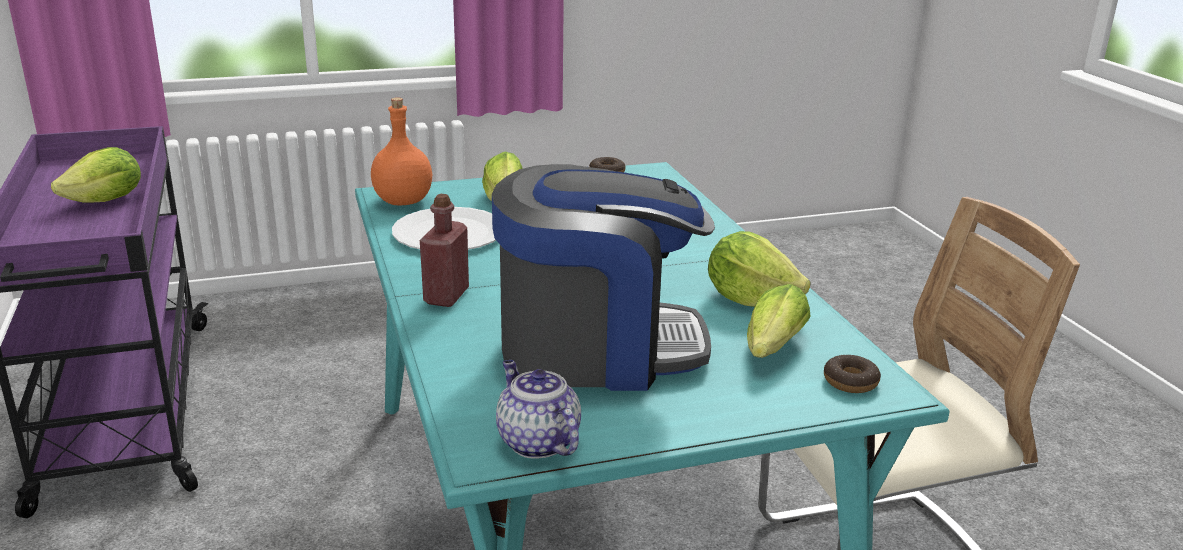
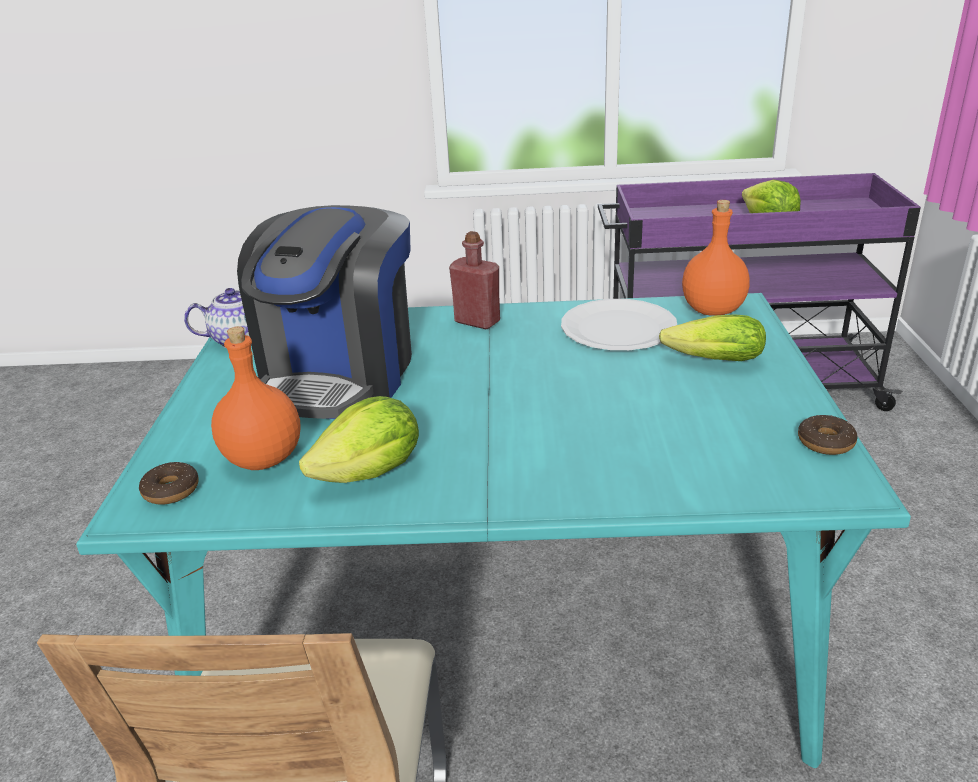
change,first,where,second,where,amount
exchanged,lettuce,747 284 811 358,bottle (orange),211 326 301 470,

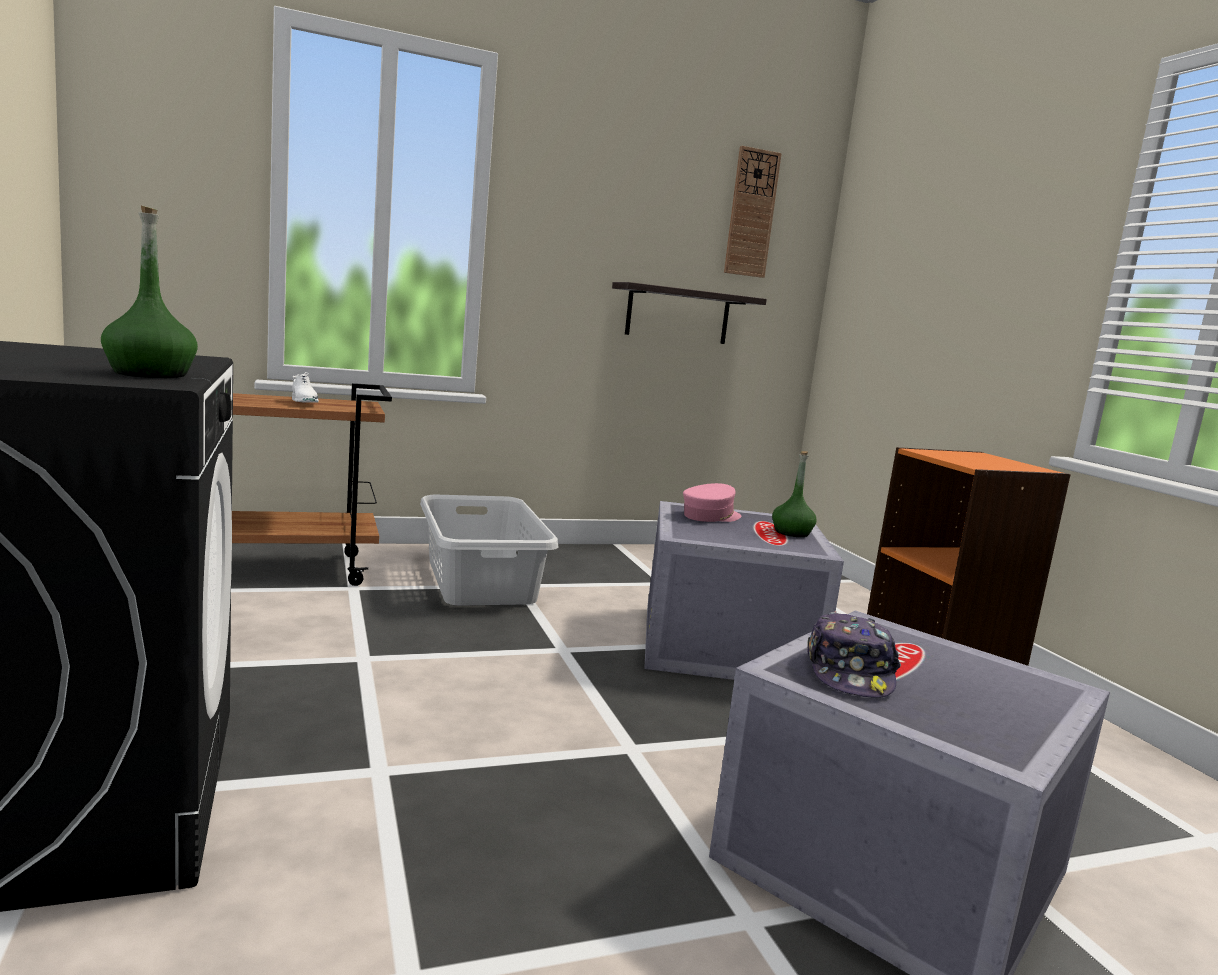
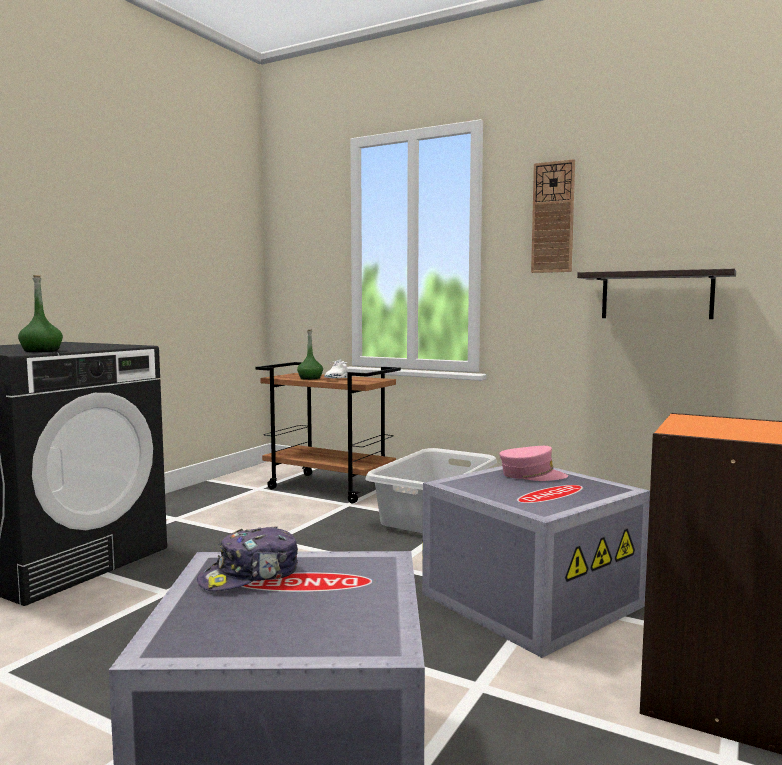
change,first,where,second,where,amount
relocated,wall clock,724 146 782 278,,531 159 575 273,
relocated,bottle (green),772 451 816 537,,297 329 323 380,

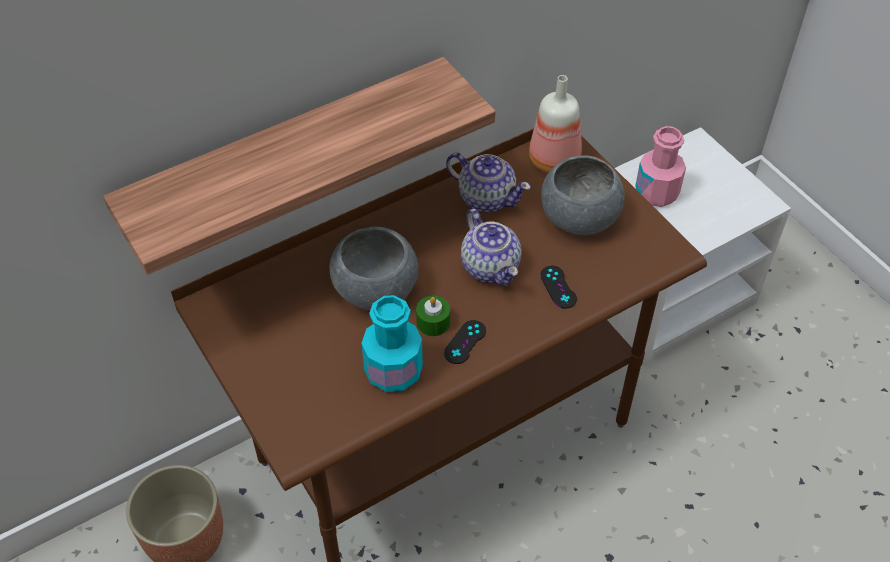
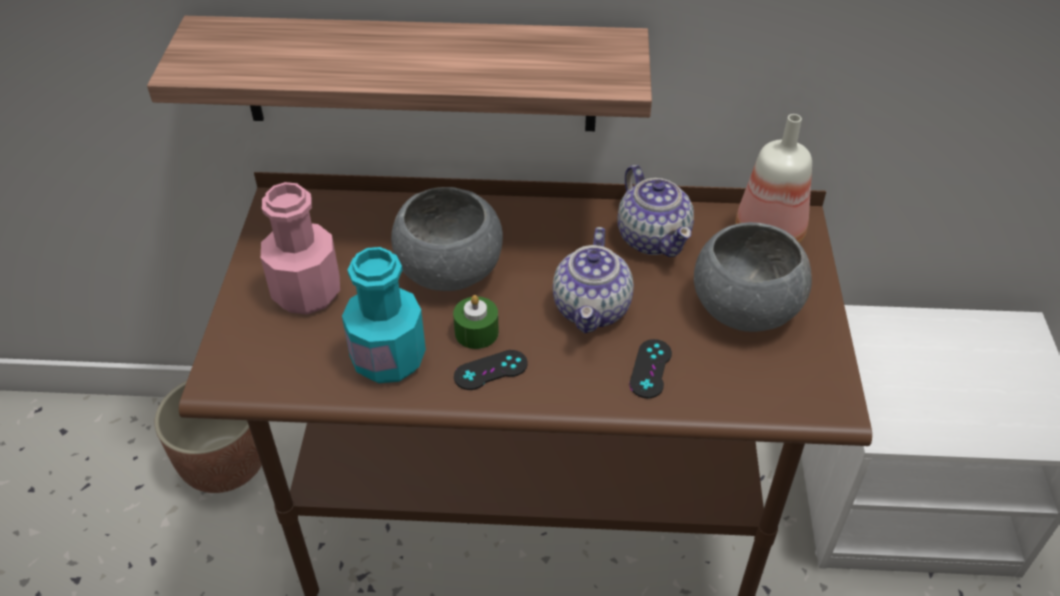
change,first,where,second,where,amount
relocated,bottle (pink),635 126 686 207,,261 182 340 315,

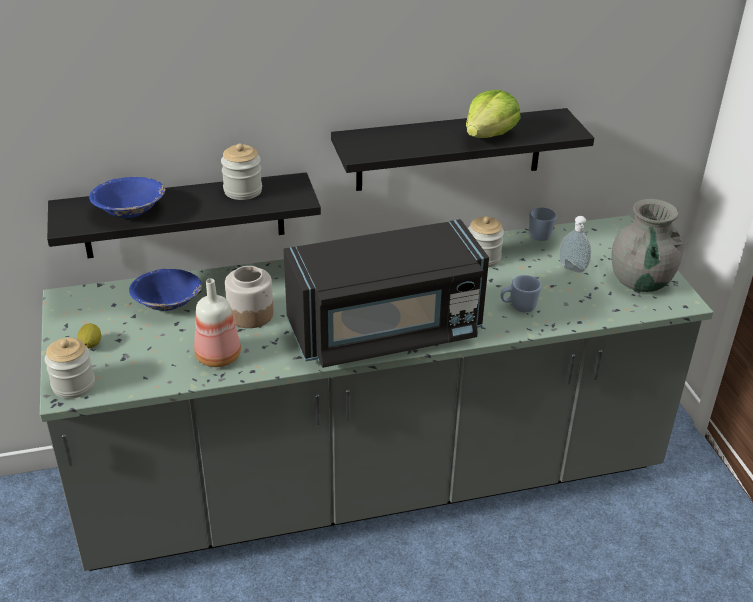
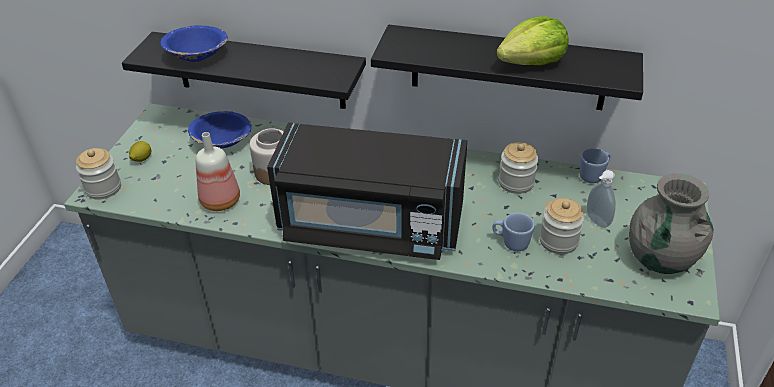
change,first,where,second,where,amount
relocated,jar,221 143 262 200,,540 198 584 254,

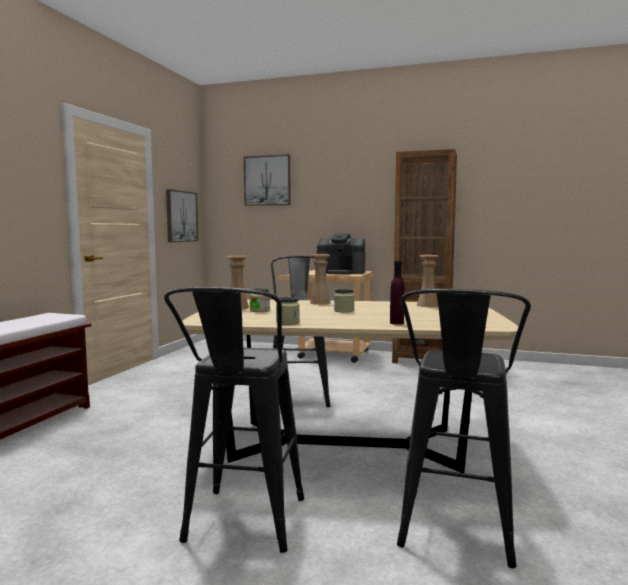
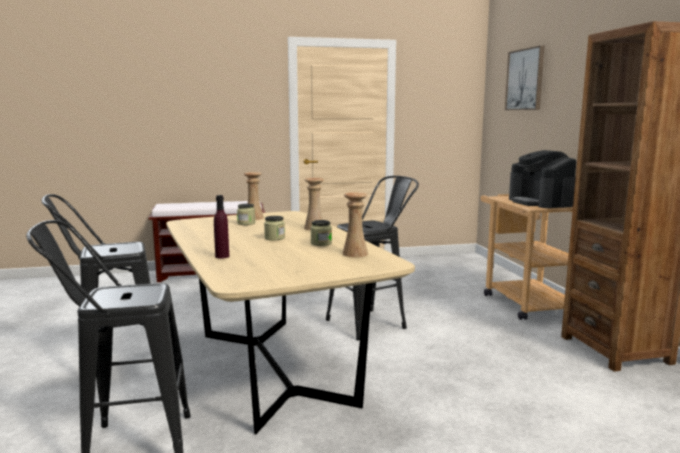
change,first,where,second,where,amount
missing,picture,166 189 198 242,,,
relocated,jar,276 297 299 325,,310 220 332 246,

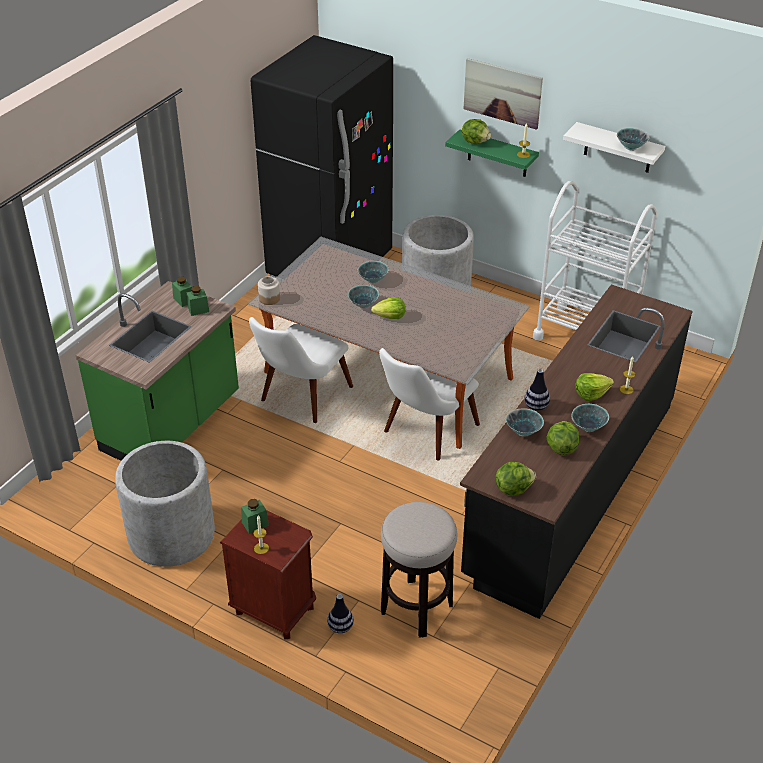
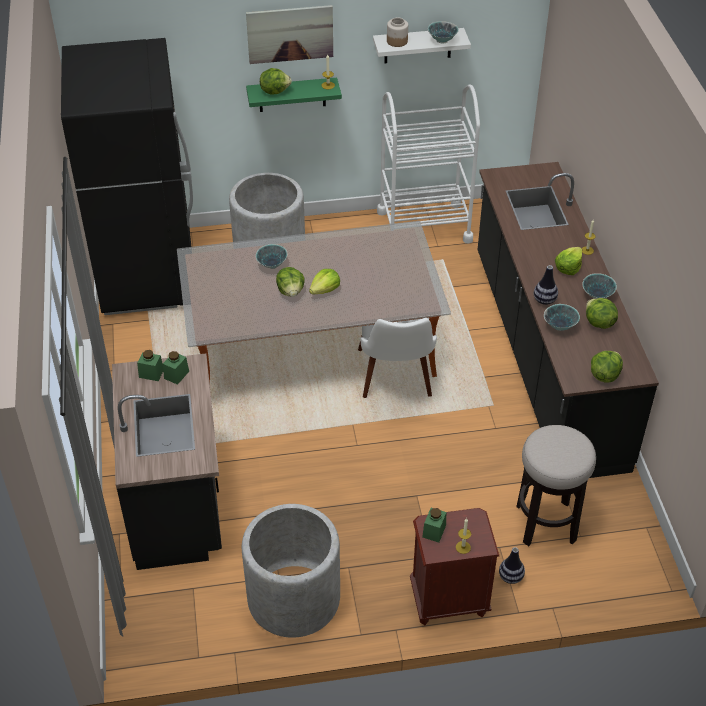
change,first,where,second,where,amount
colour,counter (green),76 281 239 461,counter (black),112 354 222 570,
missing,chair (white),249 317 353 423,,,
relocated,jar,258 276 280 305,,387 18 408 47,
exchanged,bowl,348 285 379 308,lettuce,276 267 305 297,

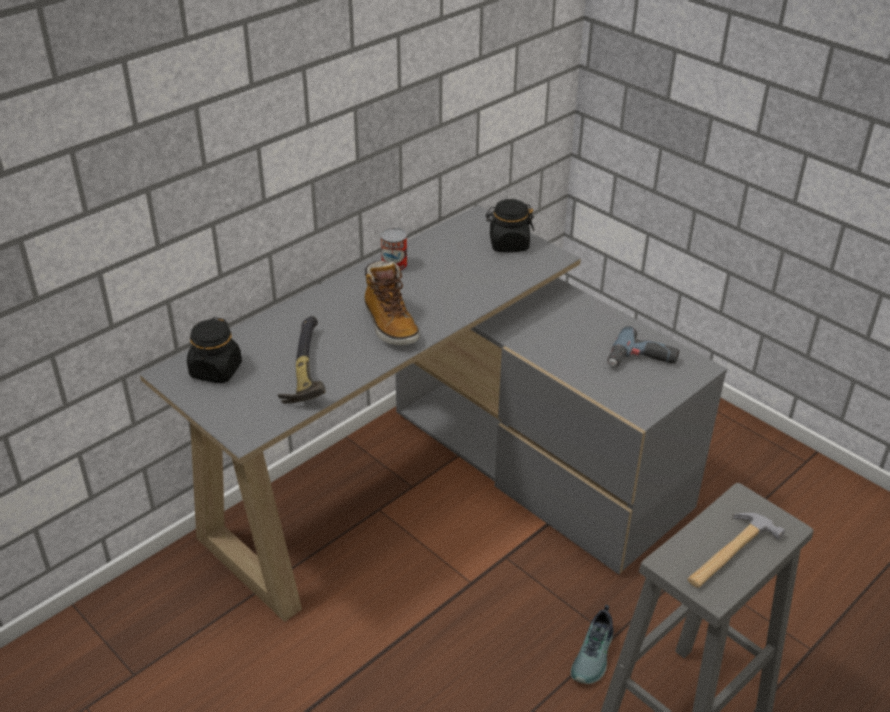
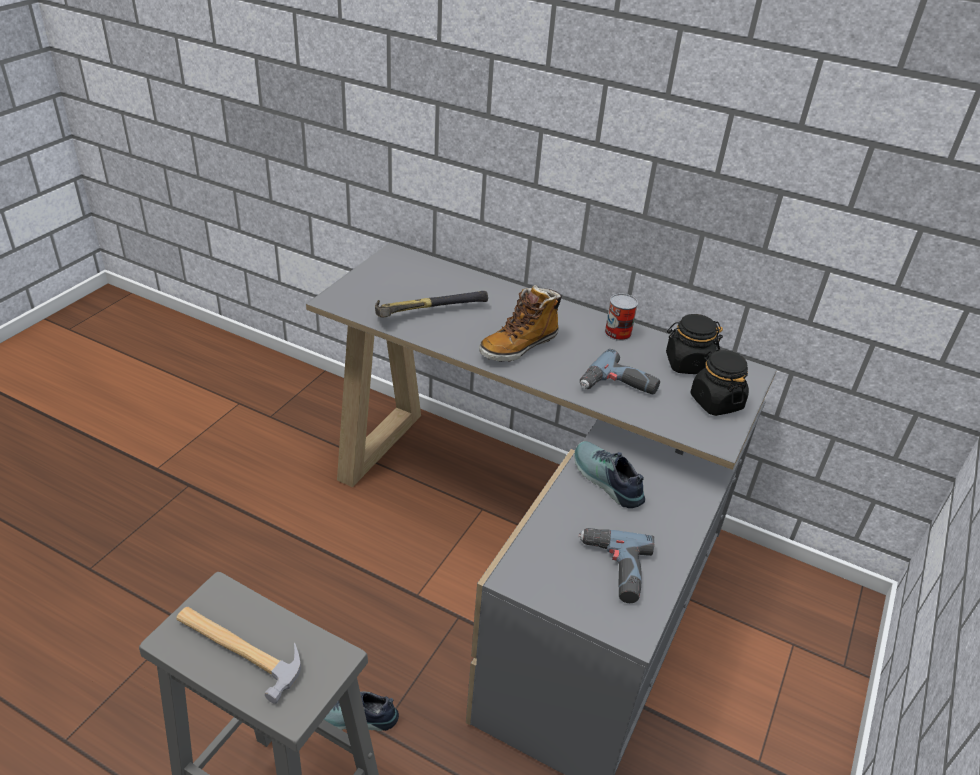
change,first,where,second,where,amount
relocated,jar (black),187 317 242 383,,666 314 723 374,
appeared,,,shoe,574 441 645 508,
appeared,,,power drill,580 349 660 395,

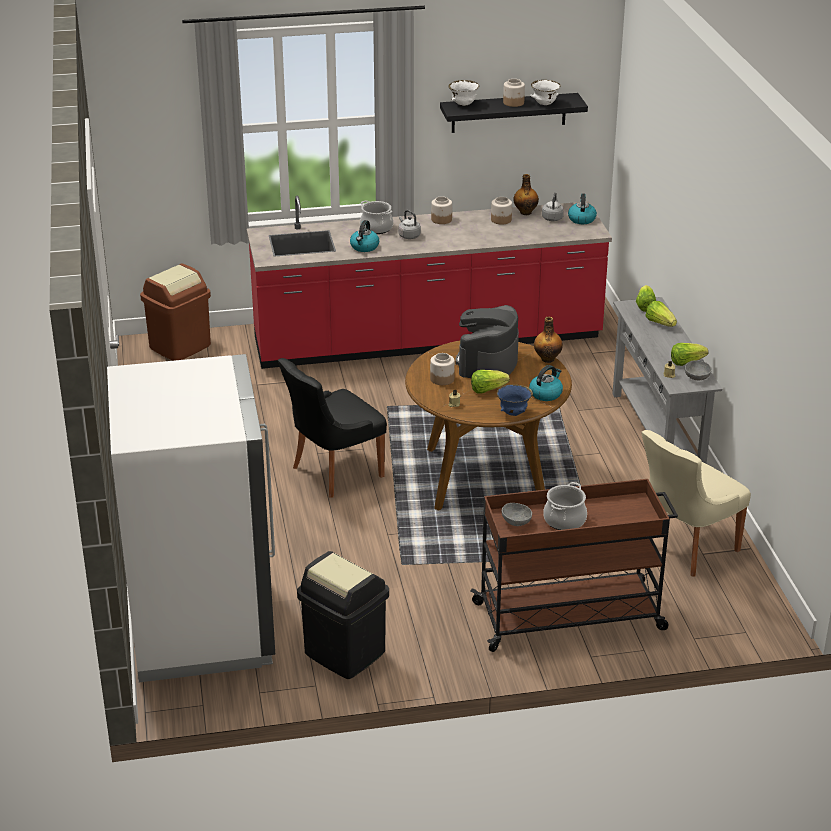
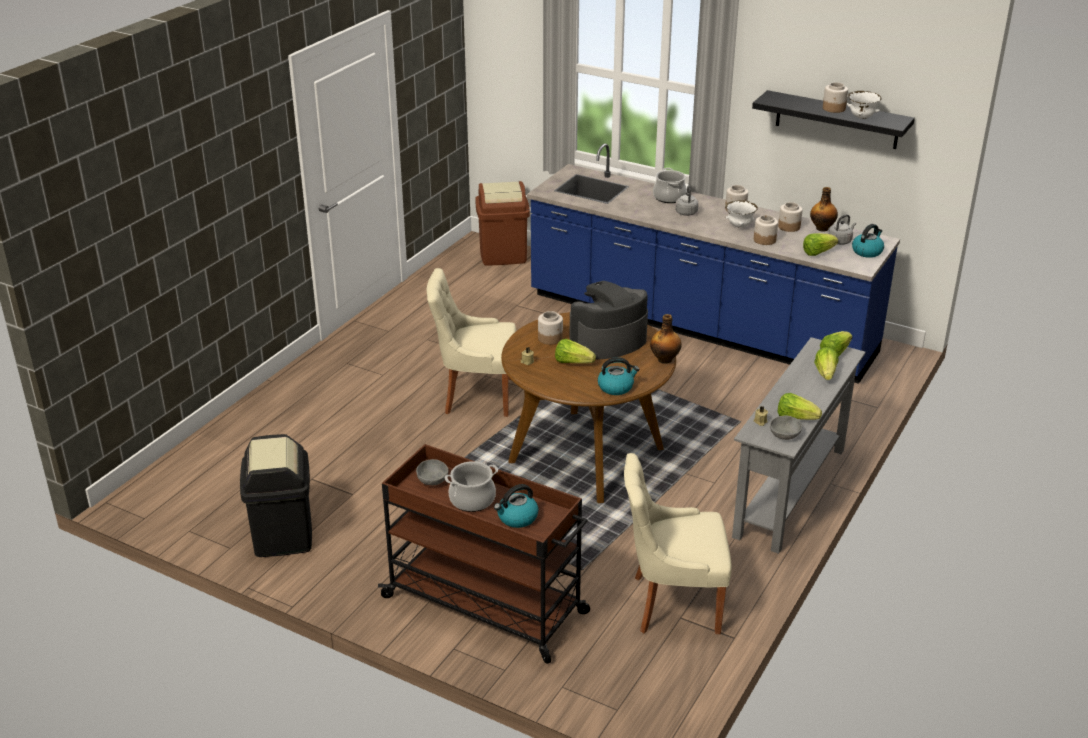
change,first,where,second,where,amount
missing,fridge (white),107 354 275 682,,,
colour,counter (red),247 195 612 369,counter (blue),527 143 900 384,
colour,chair (black),278 358 387 498,chair (beige),427 268 516 417,
relocated,kettle,350 220 379 252,,494 484 539 528,
relocated,bowl (white),448 80 479 106,,725 200 758 228,
missing,bowl (blue),497 384 533 416,,,
appeared,,,jar,754 215 778 245,
appeared,,,lettuce,803 233 838 256,

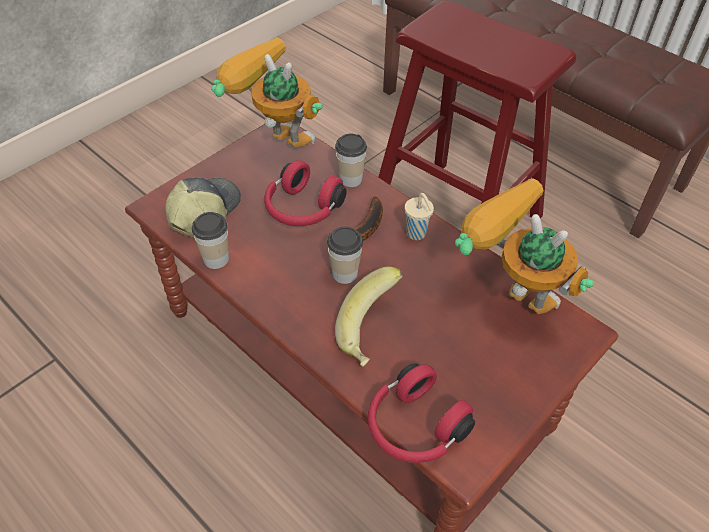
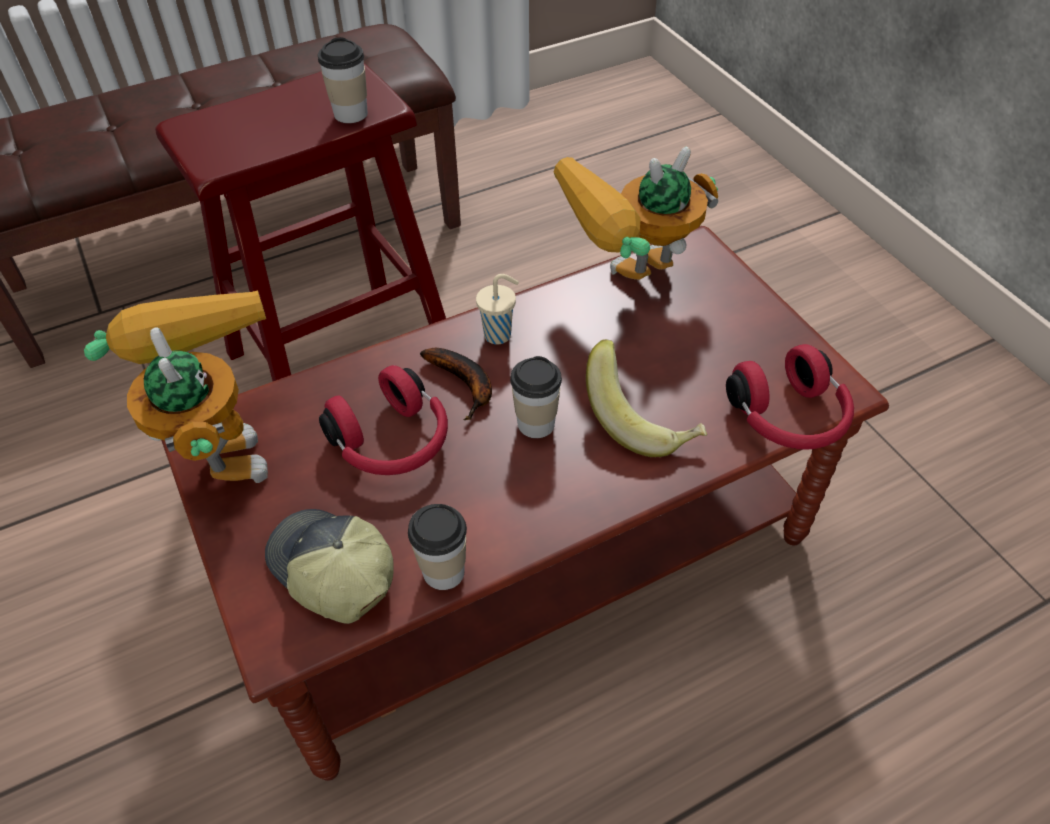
change,first,where,second,where,amount
spun,toy robot,211 37 323 147,,84 290 268 483,105 degrees clockwise
relocated,cup,335 133 367 187,,318 37 368 123,

